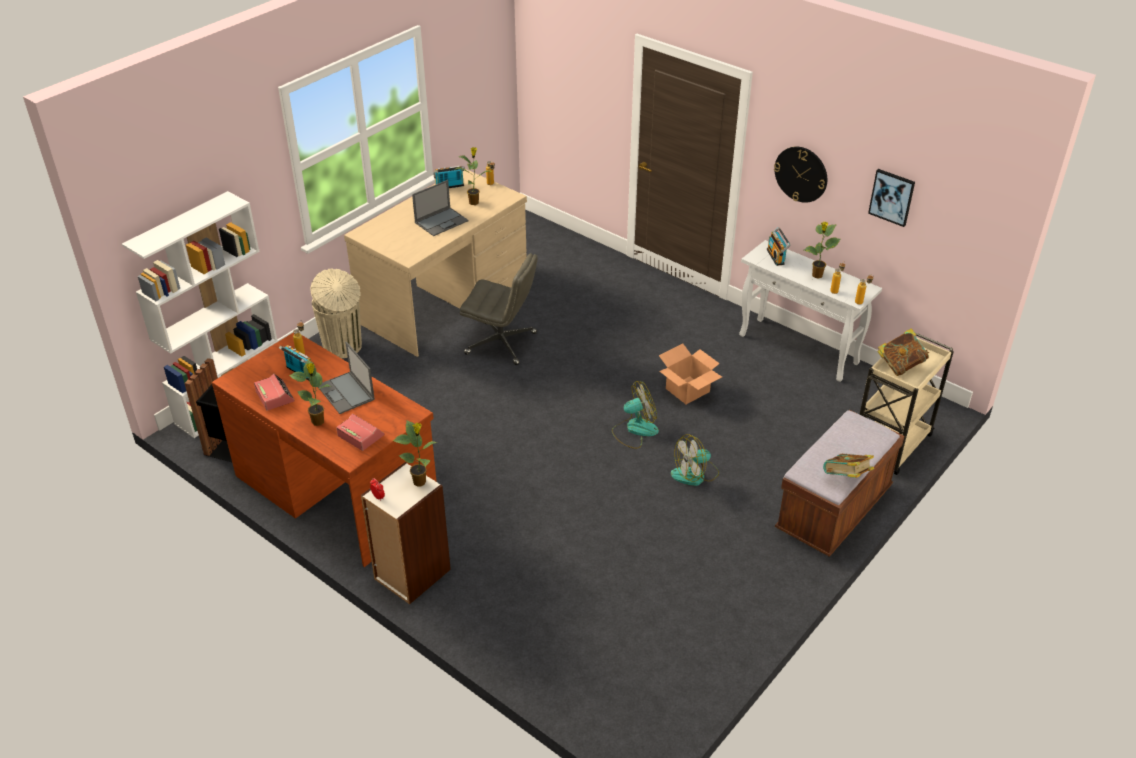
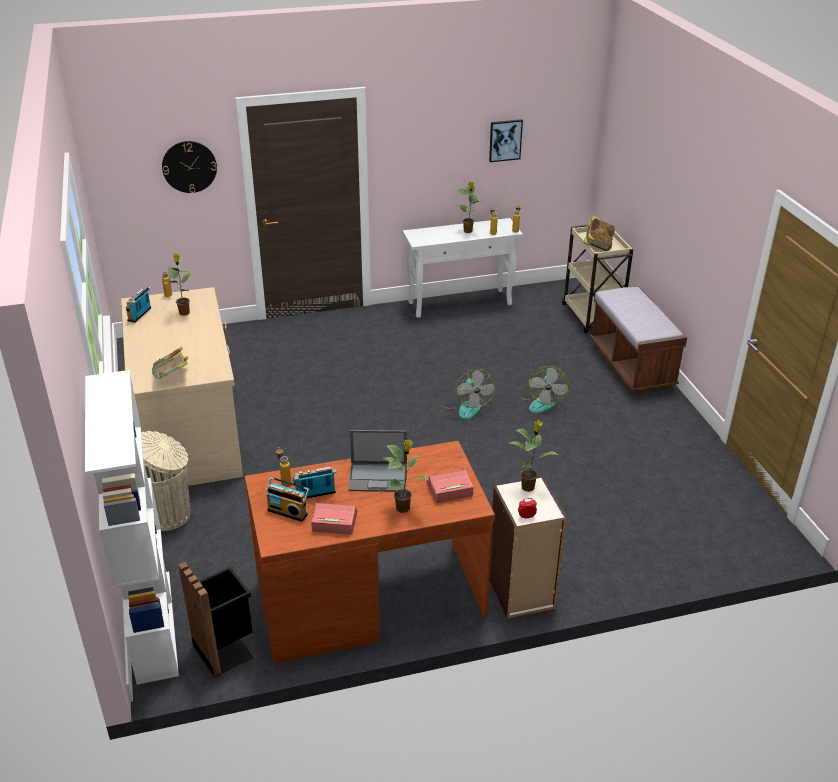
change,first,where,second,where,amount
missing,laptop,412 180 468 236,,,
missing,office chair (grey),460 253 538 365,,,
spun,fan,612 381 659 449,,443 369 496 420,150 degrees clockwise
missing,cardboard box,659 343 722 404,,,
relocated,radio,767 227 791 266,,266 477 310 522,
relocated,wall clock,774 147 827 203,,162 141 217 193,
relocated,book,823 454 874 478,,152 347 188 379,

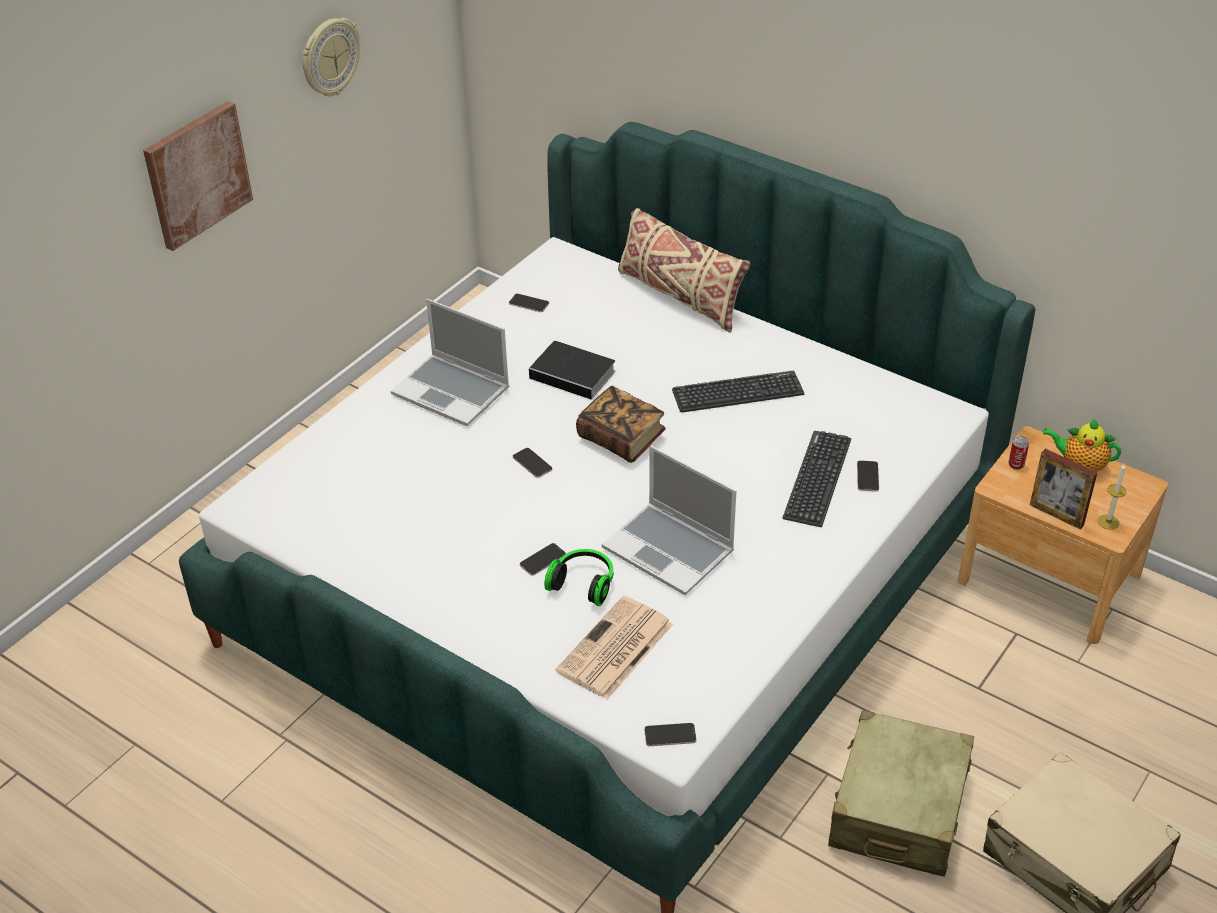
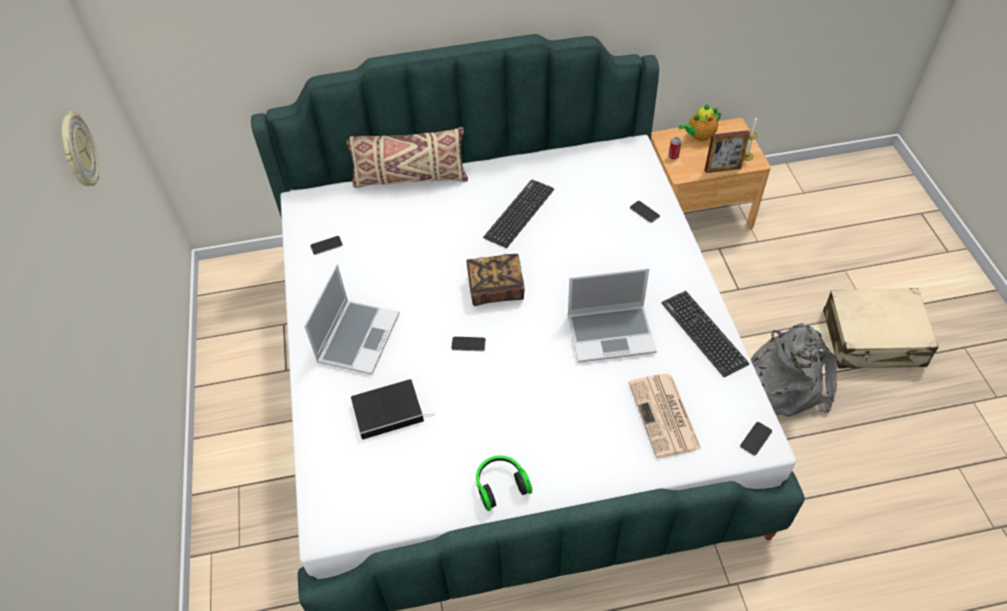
change,first,where,second,where,amount
missing,picture,143 101 253 251,,,
spun,laptop,391 299 509 426,,304 264 399 375,60 degrees counterclockwise
missing,phone,520 543 566 576,,,
relocated,book,529 341 615 400,,351 379 435 440,
relocated,headphones,545 549 613 606,,476 455 532 511,
relocated,keyboard,783 431 851 527,,662 291 749 377,
exchanged,suitcase (beige),828 710 974 877,backpack (grey),750 323 837 417,

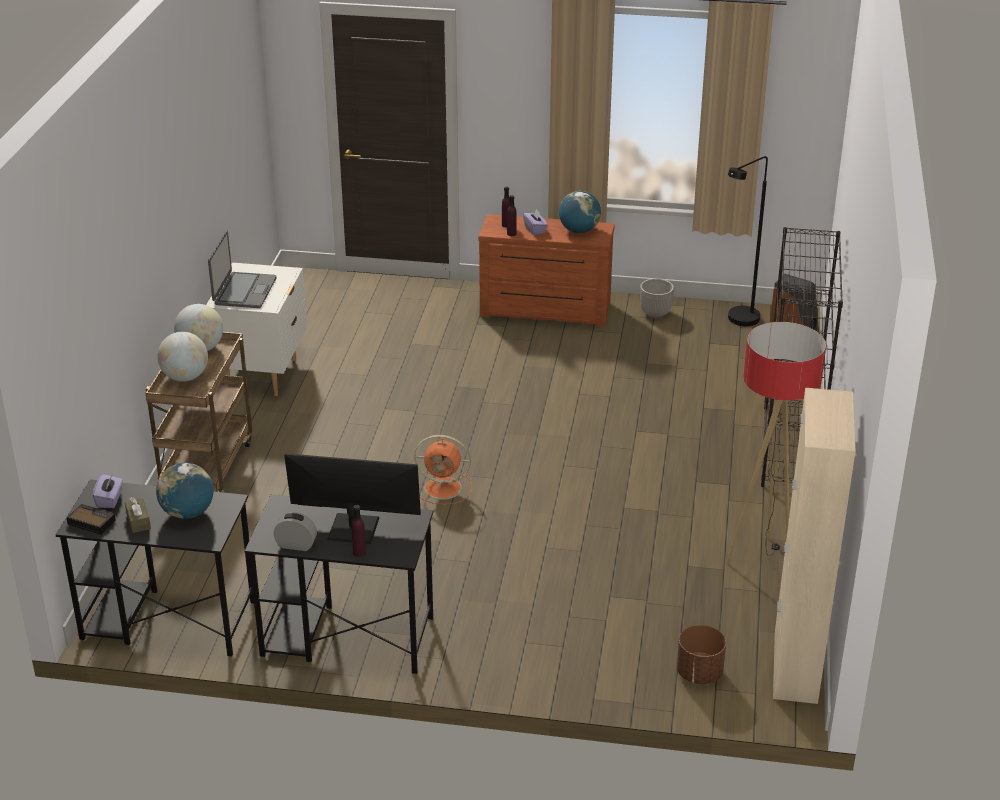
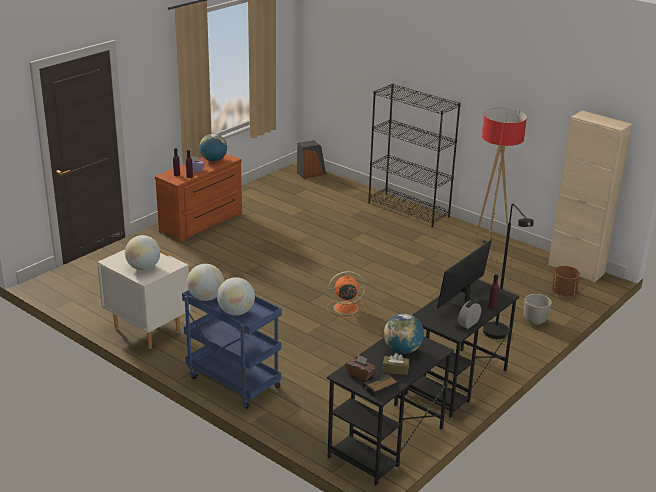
change,first,where,second,where,amount
colour,tissue box (purple),92 474 123 508,tissue box (brown),346 355 376 381,
colour,cart (brown),146 332 252 493,cart (blue),182 290 281 409,
exchanged,laptop,208 231 277 308,globe,125 235 160 270,
spun,fan (orange),414 435 472 505,,327 271 366 319,135 degrees counterclockwise
relocated,planter,640 279 674 318,,524 294 552 325,
relocated,floor lamp (black),728 156 768 326,,483 204 533 339,

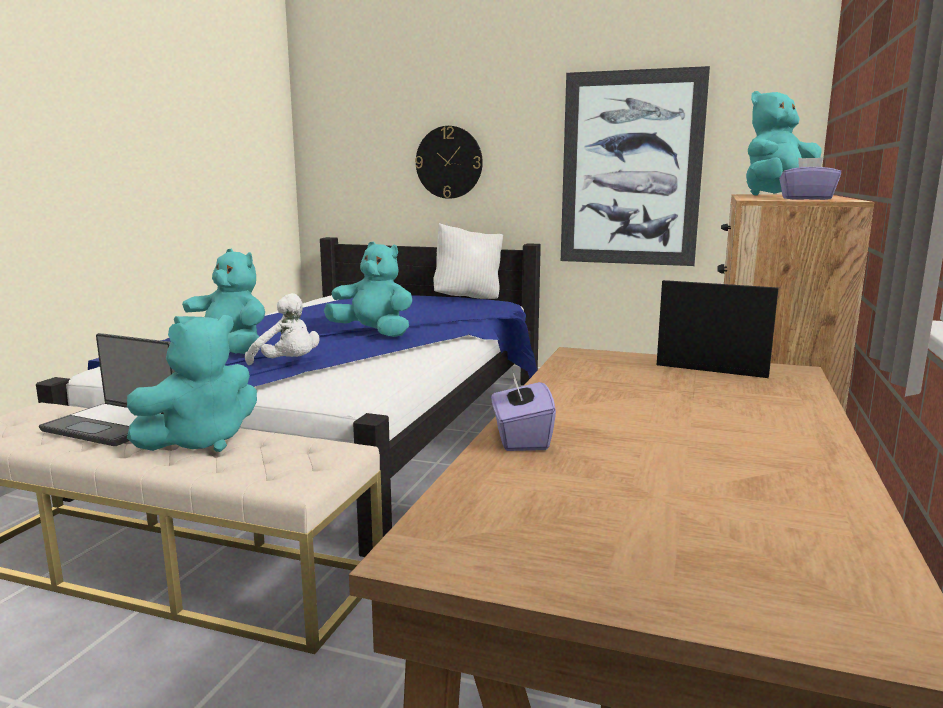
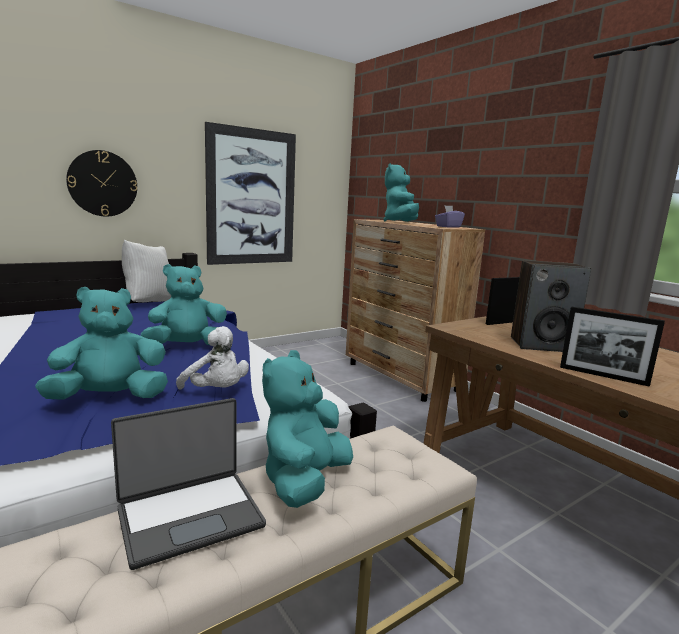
change,first,where,second,where,amount
spun,plush toy (turquoise),127 315 257 452,,262 350 353 508,150 degrees counterclockwise
spun,plush toy (white),245 293 319 365,,176 326 249 389,60 degrees clockwise
exchanged,tissue box (purple),491 369 556 451,picture frame,560 306 665 387,
appeared,,,speaker,511 260 591 352,

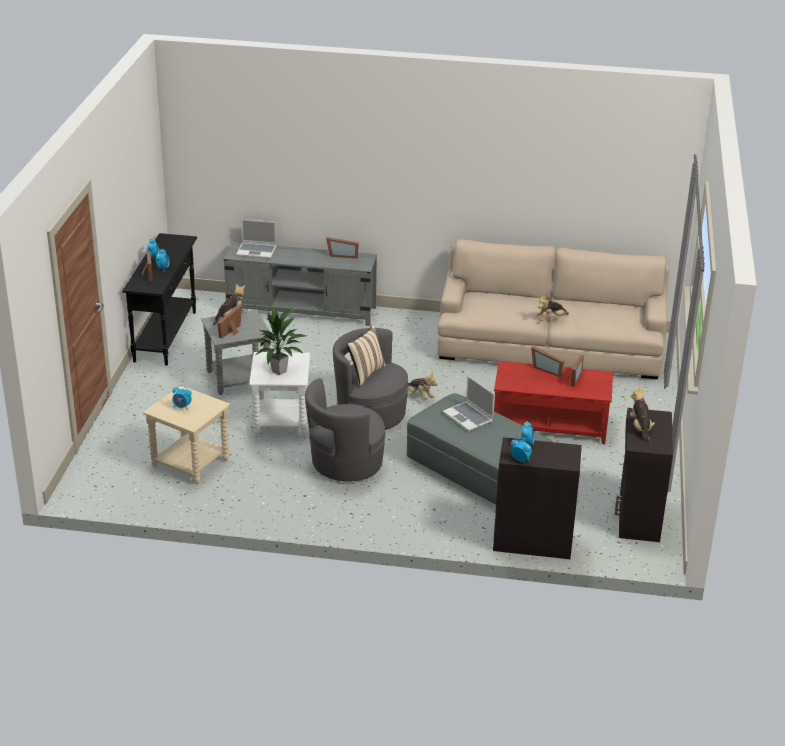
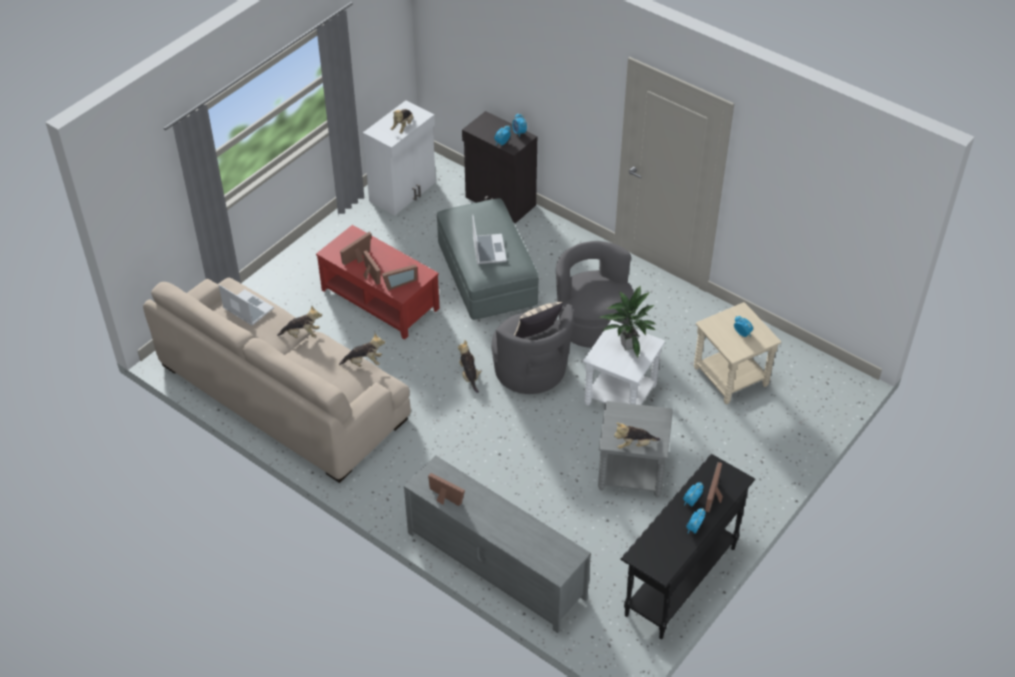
change,first,where,second,where,amount
relocated,picture frame,218 304 242 339,,381 264 417 291,
relocated,laptop,236 219 276 259,,219 285 274 326,
spun,armchair (grey),305 378 385 481,,556 241 634 348,105 degrees counterclockwise
colour,cabinet (black),615 408 673 542,cabinet (white),363 100 436 215,
appeared,,,plush toy,339 333 385 367,

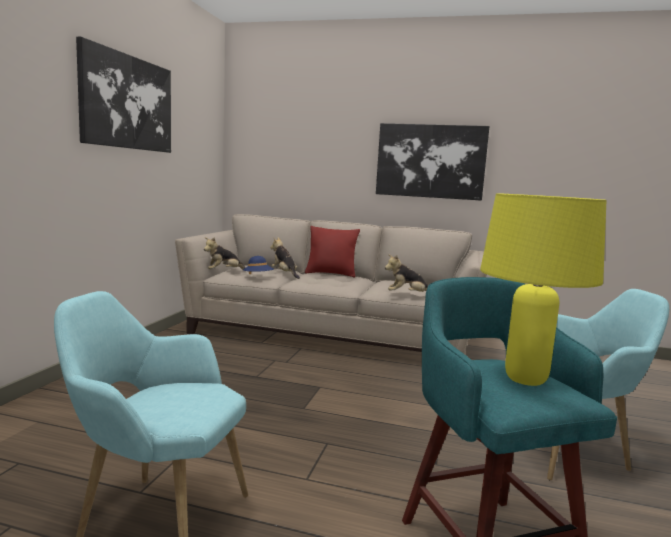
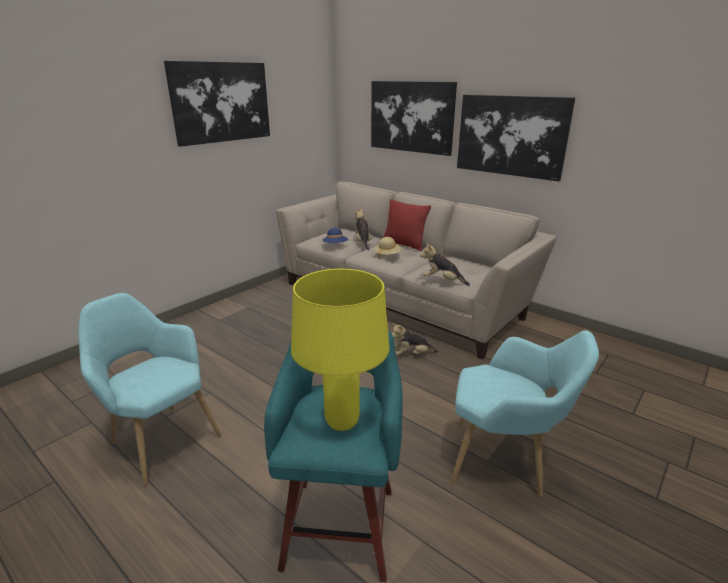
change,first,where,second,where,amount
relocated,plush toy,204 237 246 270,,392 323 438 355,
appeared,,,picture,371 81 457 156,
appeared,,,hat (beige),374 237 402 259,

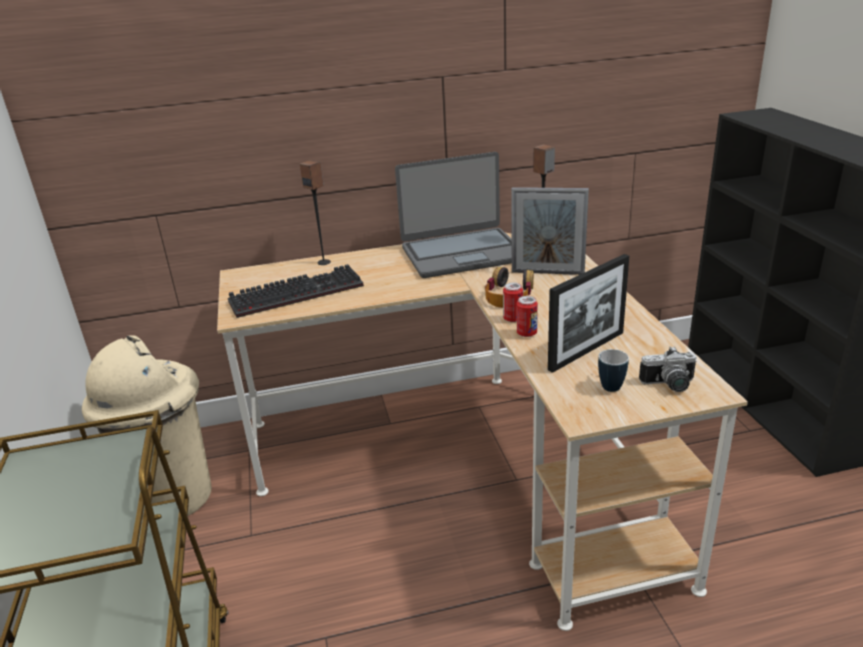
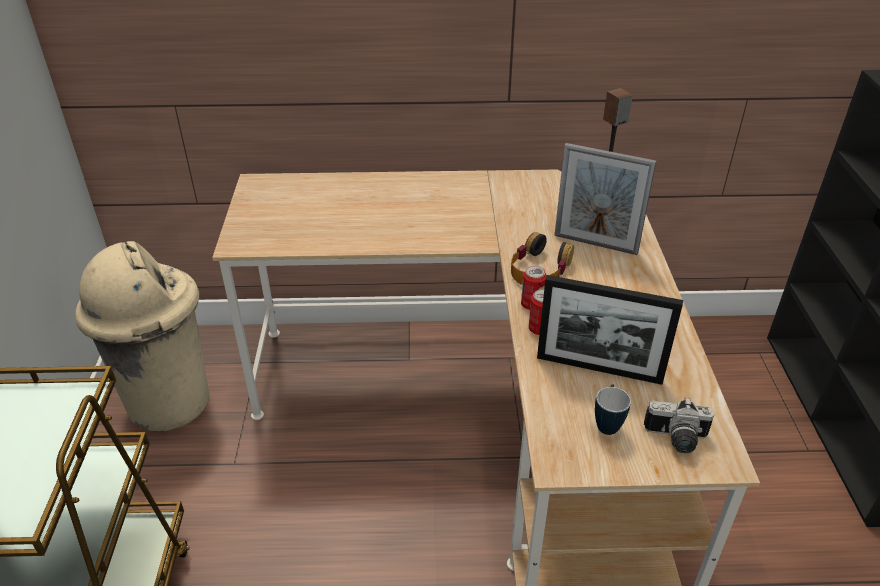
change,first,where,second,where,amount
missing,keyboard,228 264 364 318,,,
missing,speaker,300 160 331 265,,,
missing,laptop,395 152 512 278,,,
spun,picture frame,548 254 629 373,,537 275 683 385,45 degrees clockwise

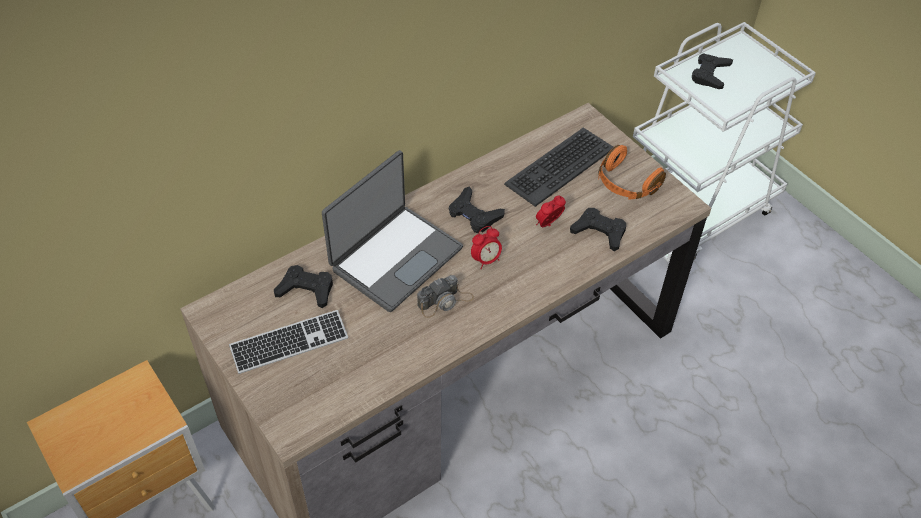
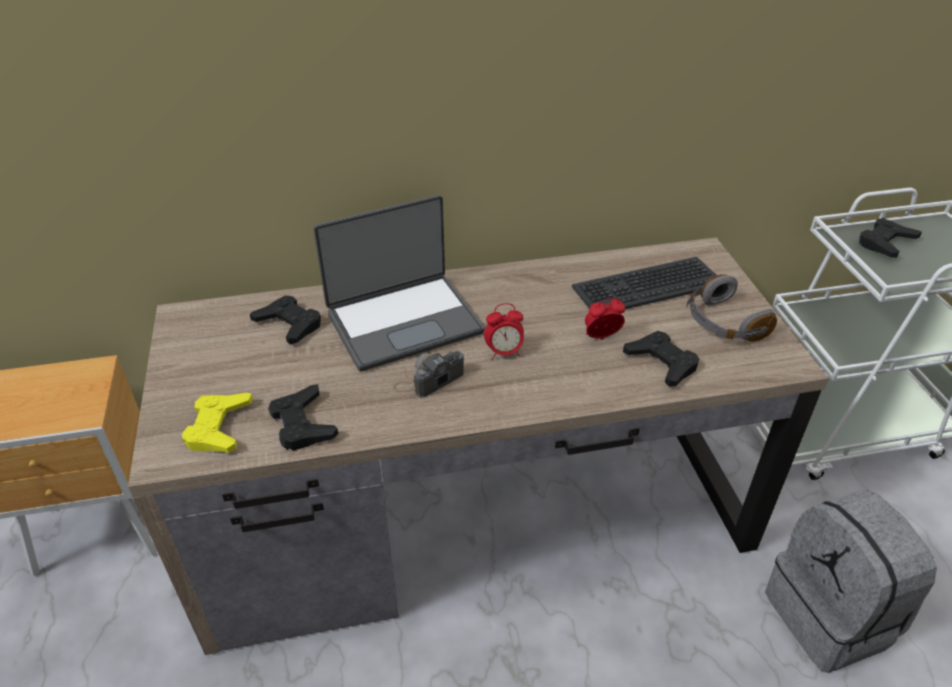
change,first,where,second,where,amount
missing,keyboard,229 310 348 374,,,
spun,photo camera,417 275 474 318,,393 351 464 397,150 degrees clockwise
relocated,game controller (black),449 186 505 233,,268 384 338 451,
colour,headphones (orange),598 145 666 200,headphones (grey),686 274 777 342,
appeared,,,game controller (yellow),182 392 253 453,
appeared,,,backpack (grey),765 489 937 673,

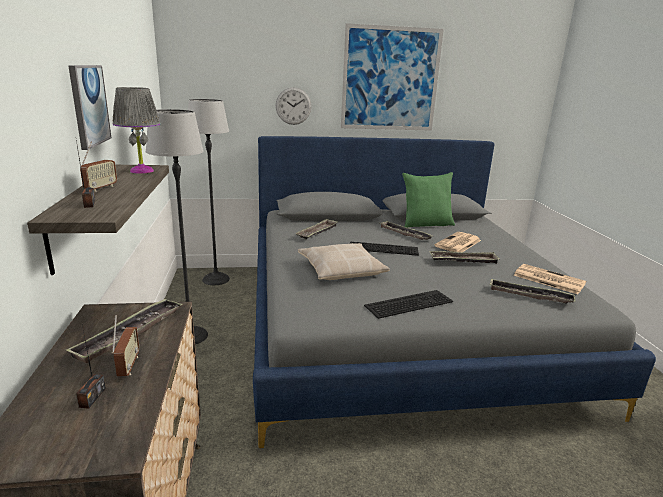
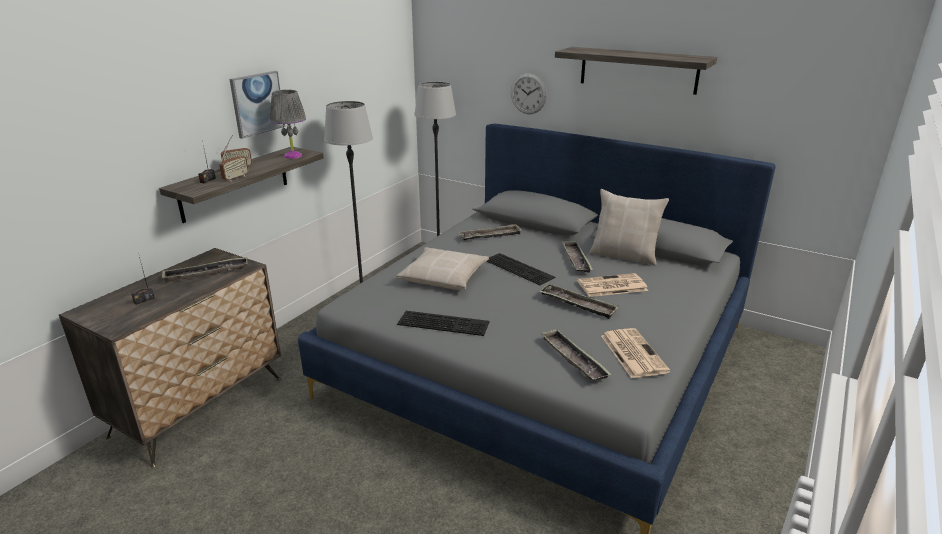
change,first,where,second,where,amount
relocated,radio,112 315 139 376,,219 144 249 181,
exchanged,picture,341 23 444 131,shelf,555 47 717 95,
colour,pillow (green),402 172 455 228,pillow (beige),589 189 669 266,

